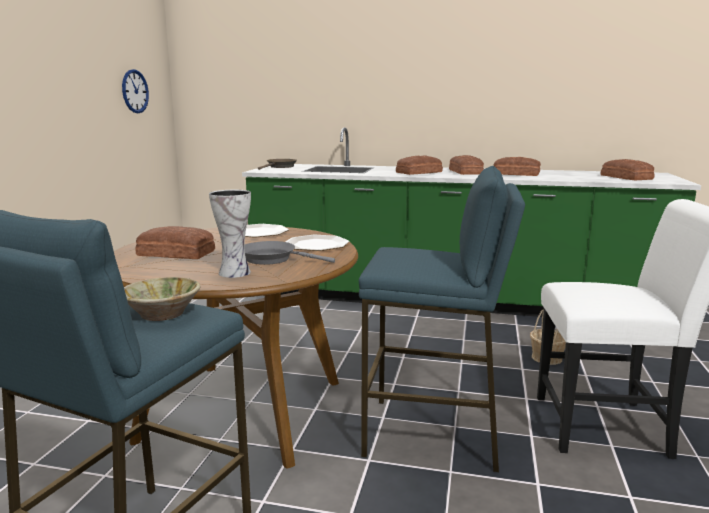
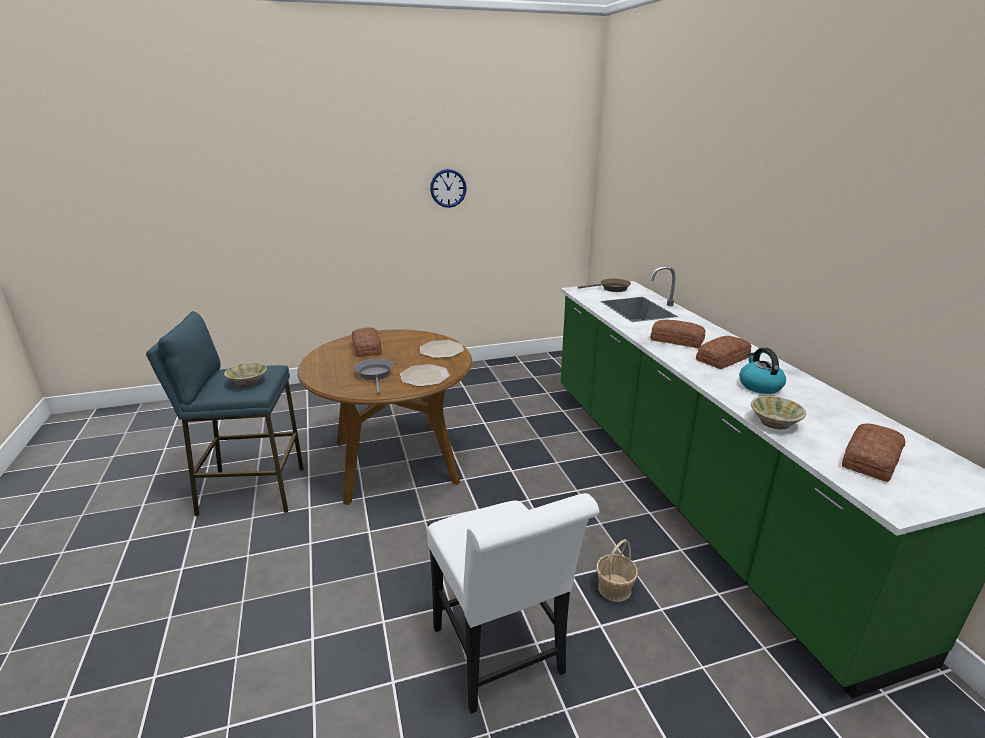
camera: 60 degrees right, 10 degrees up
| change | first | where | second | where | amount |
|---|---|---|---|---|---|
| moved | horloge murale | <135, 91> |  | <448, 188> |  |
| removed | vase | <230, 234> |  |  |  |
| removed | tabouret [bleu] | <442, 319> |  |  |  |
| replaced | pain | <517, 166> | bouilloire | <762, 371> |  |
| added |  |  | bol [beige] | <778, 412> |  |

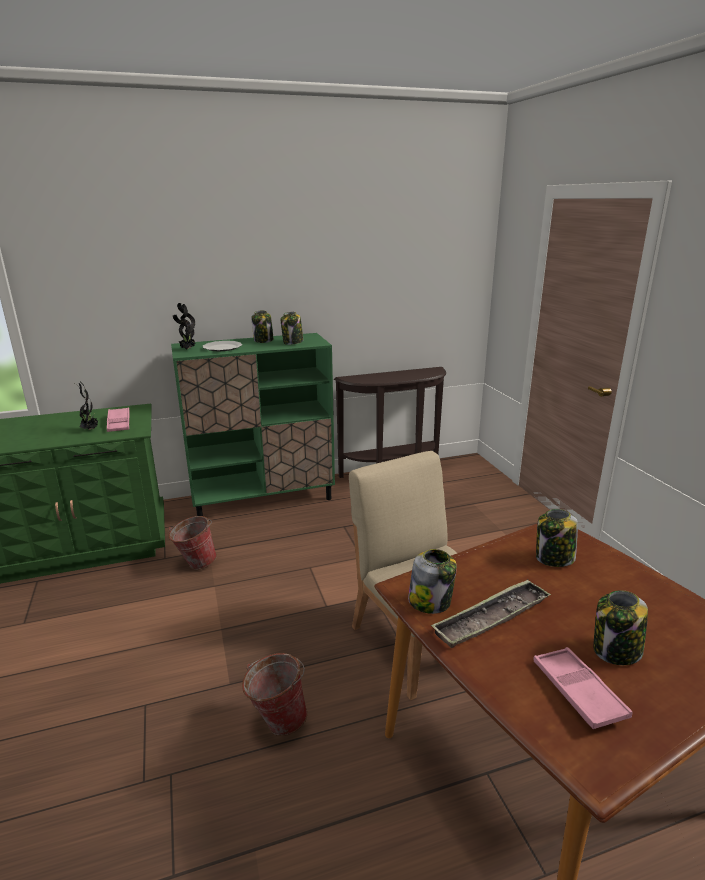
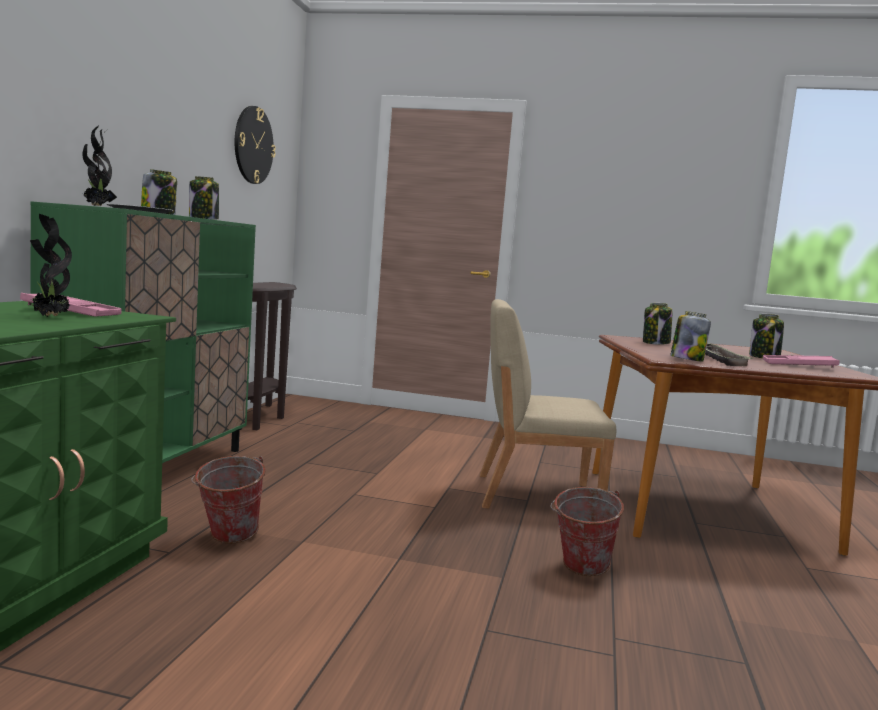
camera: 60 degrees left, 15 degrees down
| change | first | where | second | where | amount |
|---|---|---|---|---|---|
| added |  |  | horloge murale | <255, 145> |  |

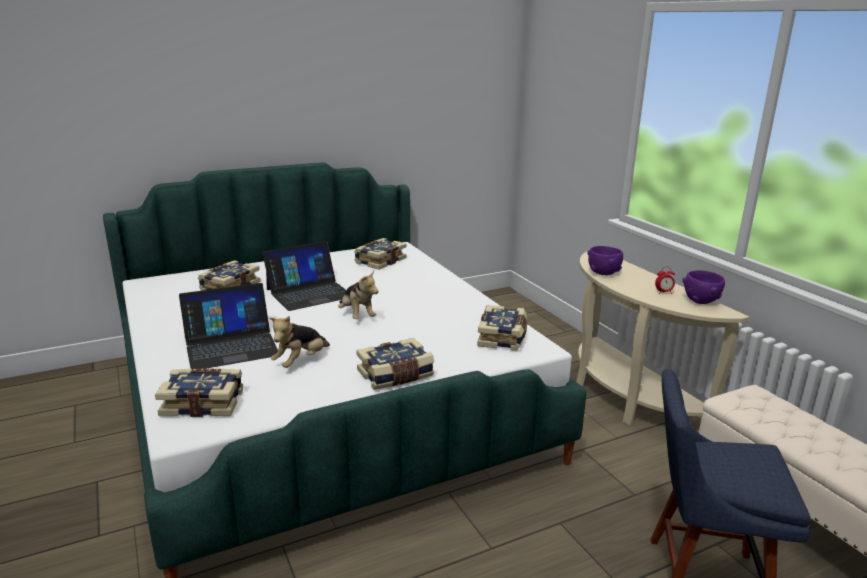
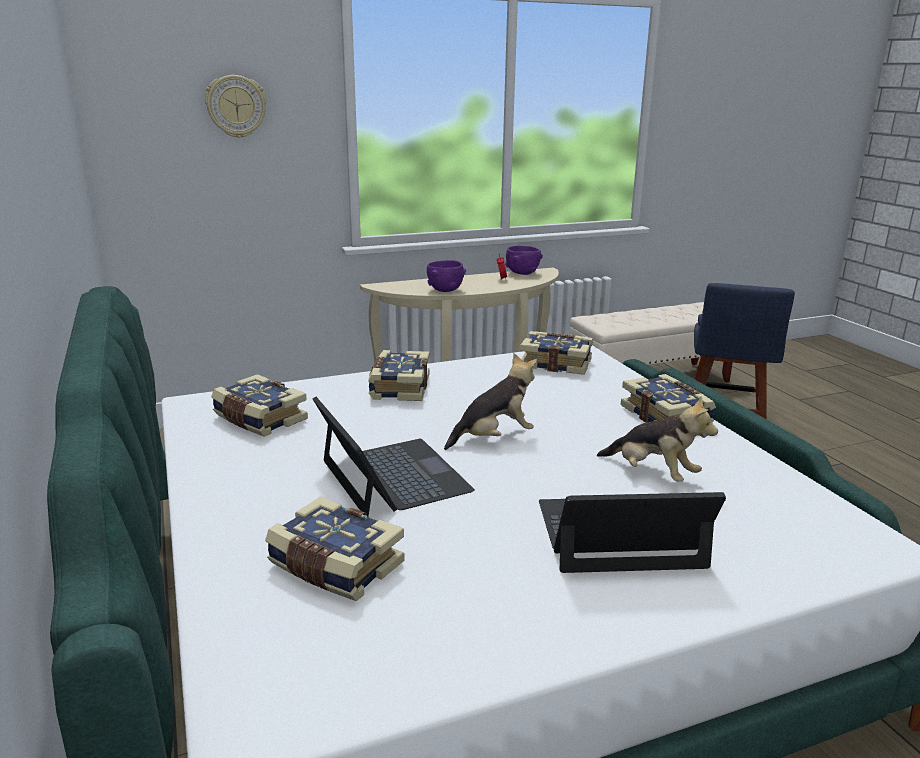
camera: 85 degrees left, 0 degrees up
| change | first | where | second | where | amount |
|---|---|---|---|---|---|
| moved | livre | <199, 392> |  | <399, 375> |  |
| turned | ordinateur portable | <228, 326> |  | <632, 532> | 75 degrees counterclockwise |
| added |  |  | horloge murale | <236, 106> |  |

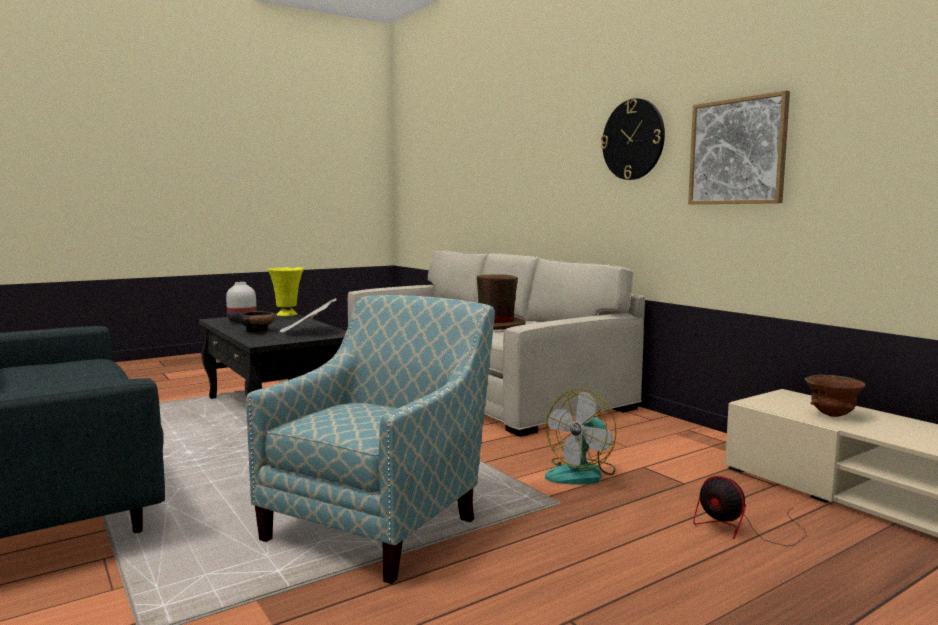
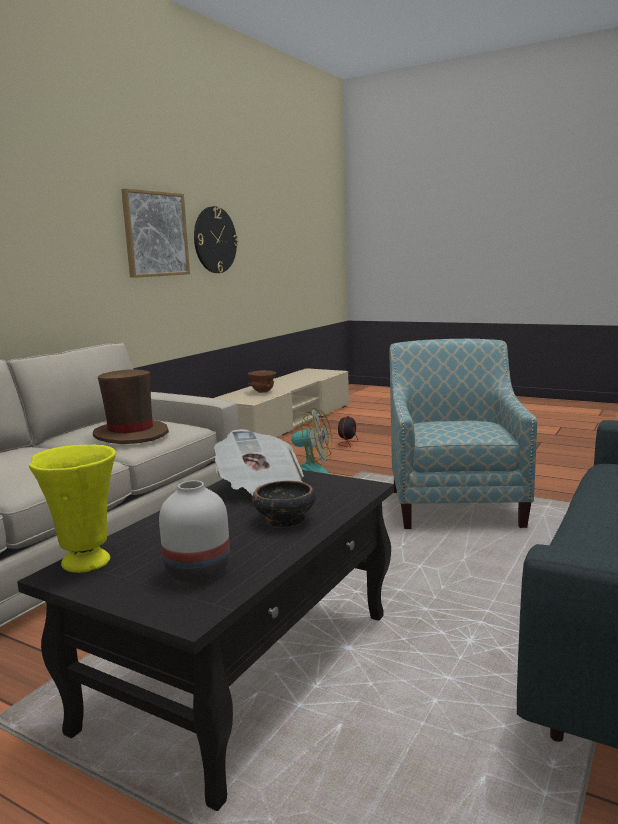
camera: 115 degrees left, 5 degrees up
| change | first | where | second | where | amount |
|---|---|---|---|---|---|
| turned | fauteuil | <370, 439> |  | <463, 434> | 90 degrees clockwise |
| moved | horloge murale | <633, 139> |  | <216, 239> |  |

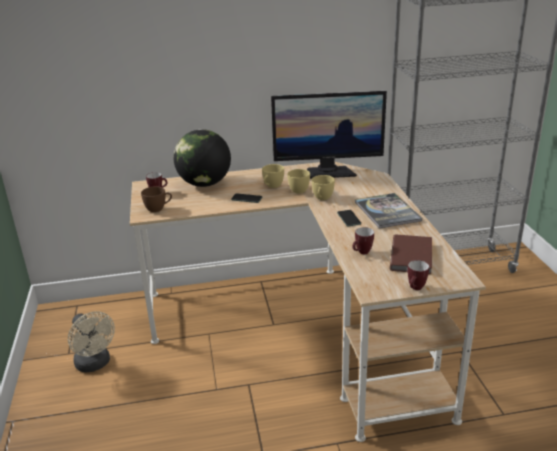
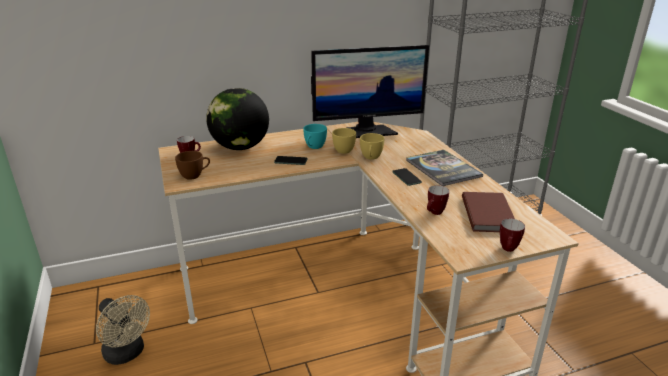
camera: 10 degrees left, 0 degrees up
| change | first | where | second | where | amount |
|---|---|---|---|---|---|
| recoloured | tasse [jaune] | <273, 176> | tasse [turquoise] | <315, 136> |  |

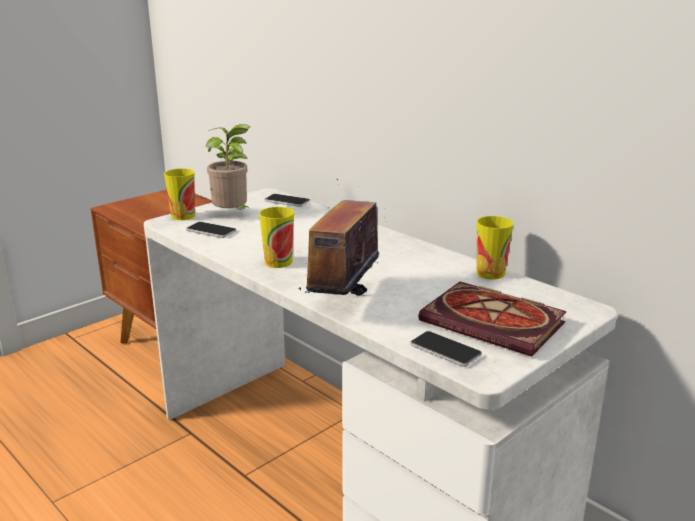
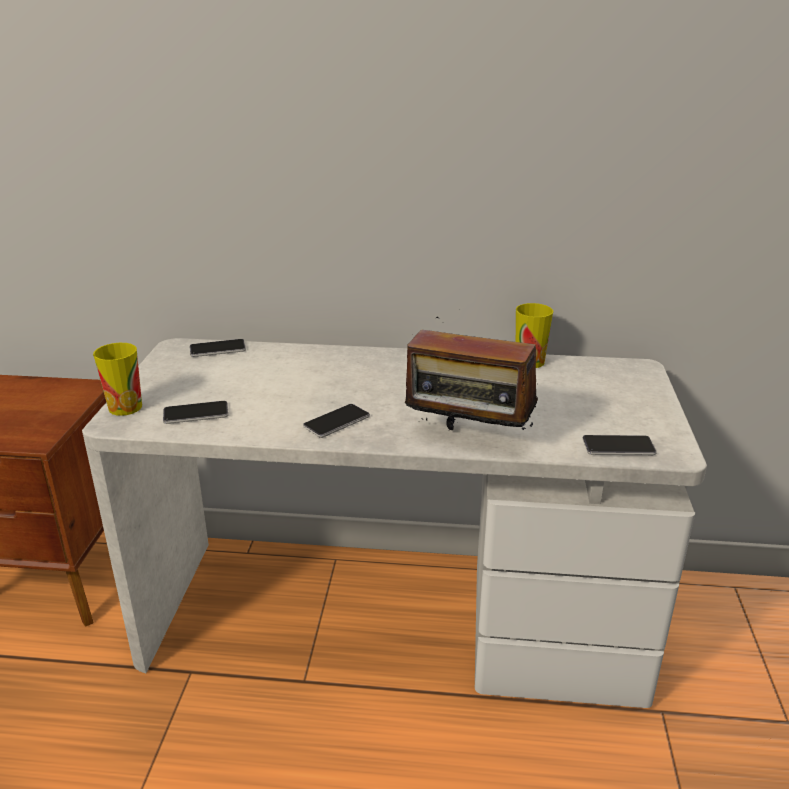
camera: 40 degrees left, 5 degrees up
| change | first | where | second | where | amount |
|---|---|---|---|---|---|
| removed | plante en pot | <228, 167> |  |  |  |
| replaced | tasse | <276, 237> | téléphone | <336, 421> |  |
| turned | radio | <342, 237> |  | <471, 374> | 45 degrees counterclockwise |
| removed | livre | <492, 319> |  |  |  |

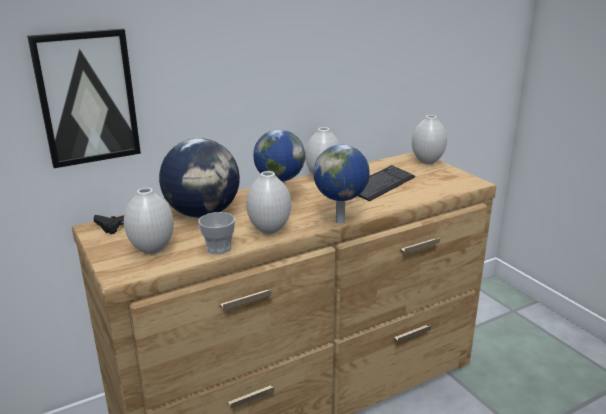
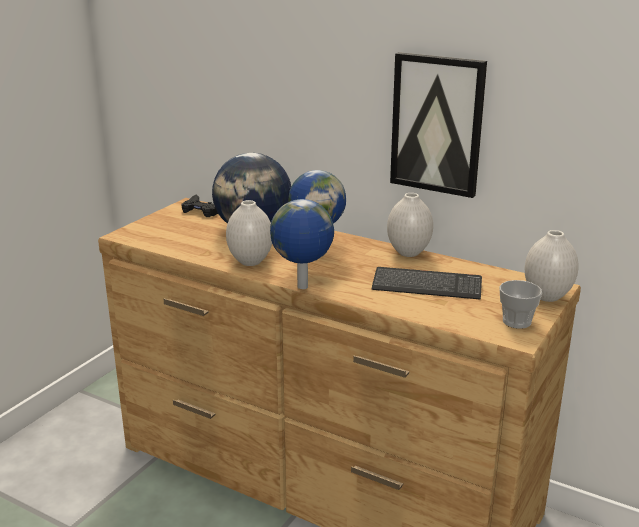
camera: 60 degrees right, 0 degrees up
| change | first | where | second | where | amount |
|---|---|---|---|---|---|
| moved | tableau | <84, 98> |  | <438, 125> |  |
| removed | vase [blanc] | <149, 221> |  |  |  |
| moved | tasse | <216, 233> |  | <520, 304> |  |

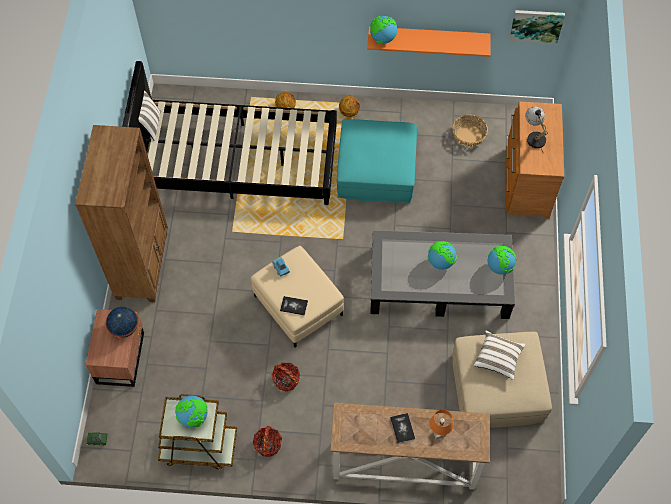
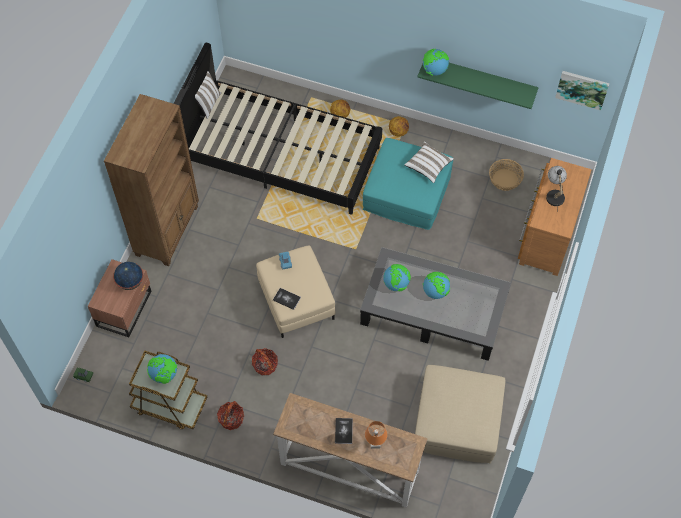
camera: 15 degrees right, 0 degrees up
| change | first | where | second | where | amount |
|---|---|---|---|---|---|
| recoloured | étagère [orange] | <429, 42> | étagère [vert] | <478, 86> |  |
| moved | coussin [blanc] | <499, 355> |  | <429, 162> |  |
| moved | globe | <502, 260> |  | <397, 278> |  |

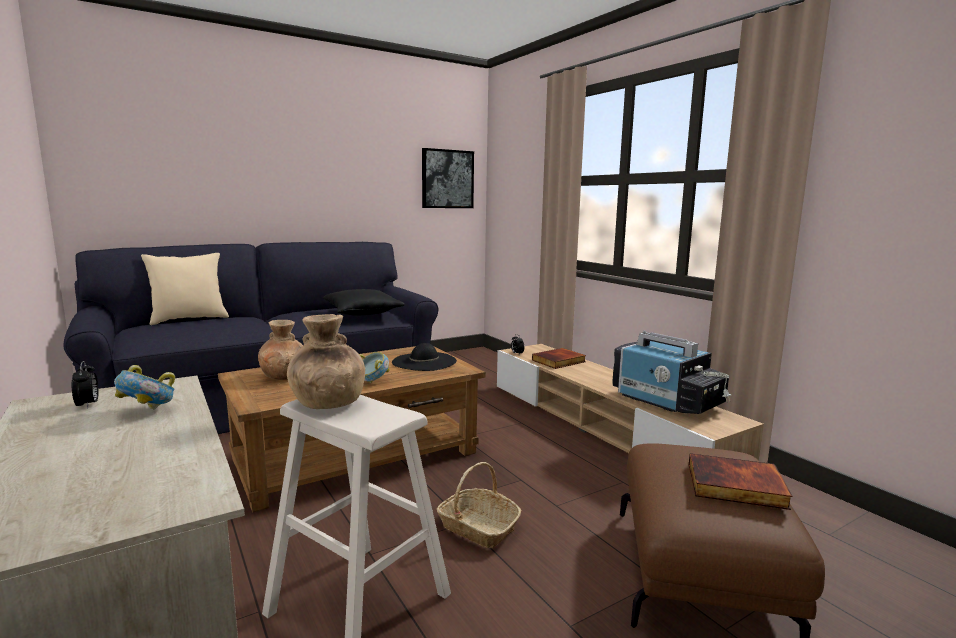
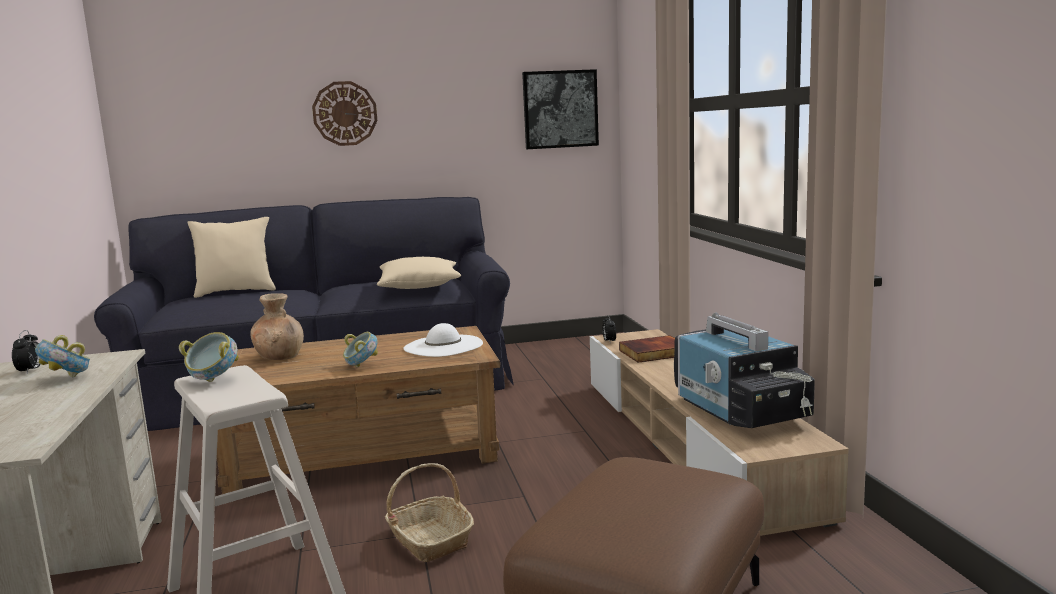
camera: 20 degrees right, 0 degrees up
| change | first | where | second | where | amount |
|---|---|---|---|---|---|
| replaced | vase [marron] | <326, 361> | bol | <209, 357> |  |
| recoloured | coussin [noir] | <364, 302> | coussin [beige] | <419, 273> |  |
| recoloured | chapeau [noir] | <424, 357> | chapeau [blanc] | <443, 340> |  |
| removed | livre | <741, 481> |  |  |  |
| added |  |  | horloge murale | <344, 113> |  |

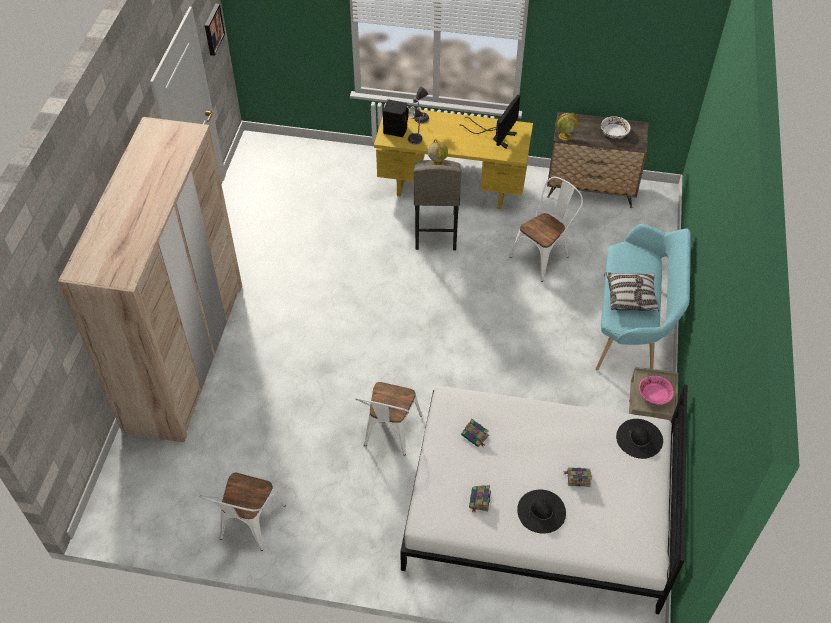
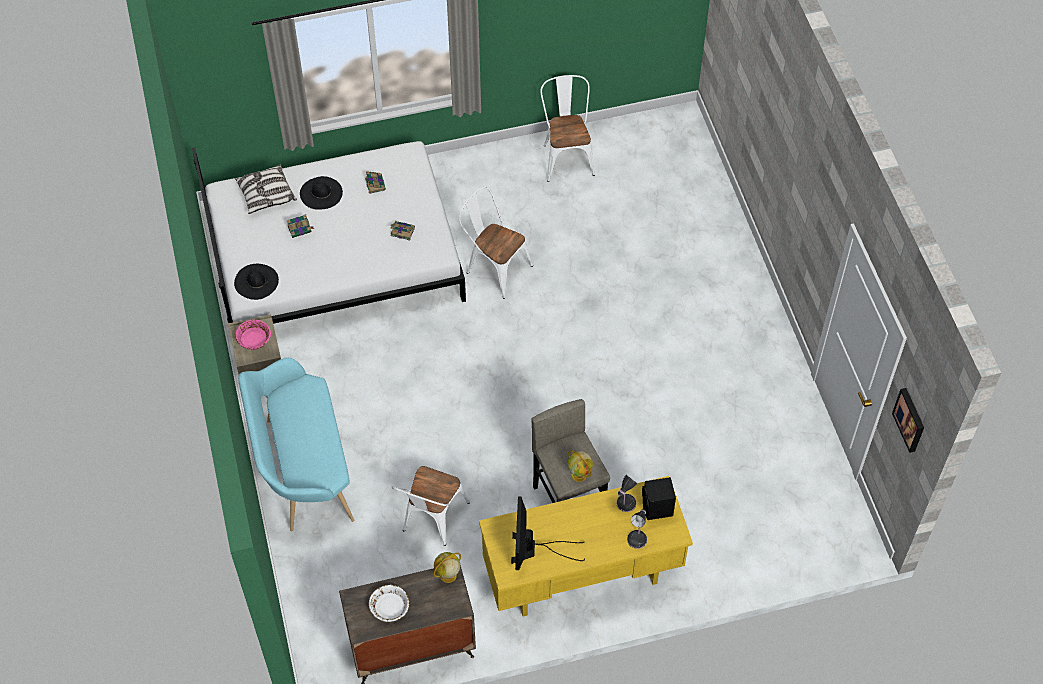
camera: 155 degrees right, 5 degrees up
| change | first | where | second | where | amount |
|---|---|---|---|---|---|
| removed | armoire [beige] | <150, 280> |  |  |  |
| turned | chaise [blanc] | <388, 419> |  | <496, 243> | 45 degrees counterclockwise |
| moved | coussin | <632, 291> |  | <266, 189> |  |

